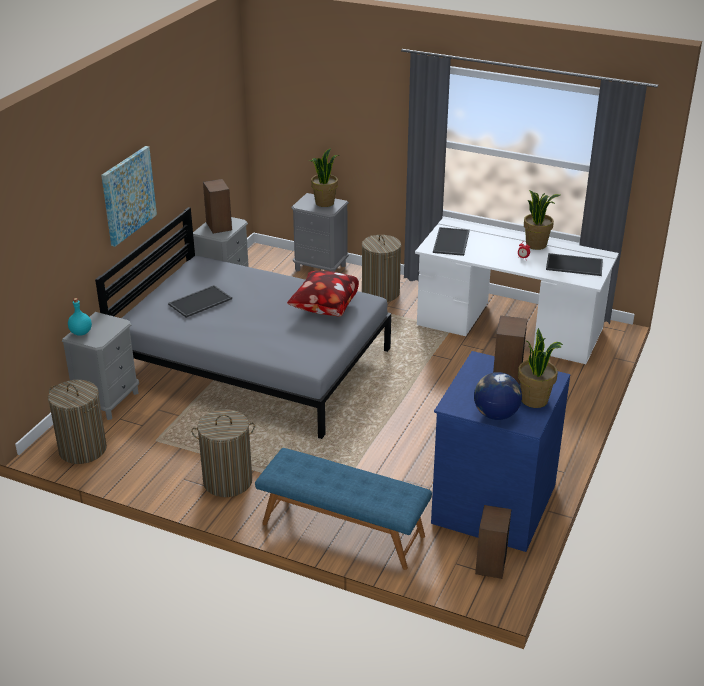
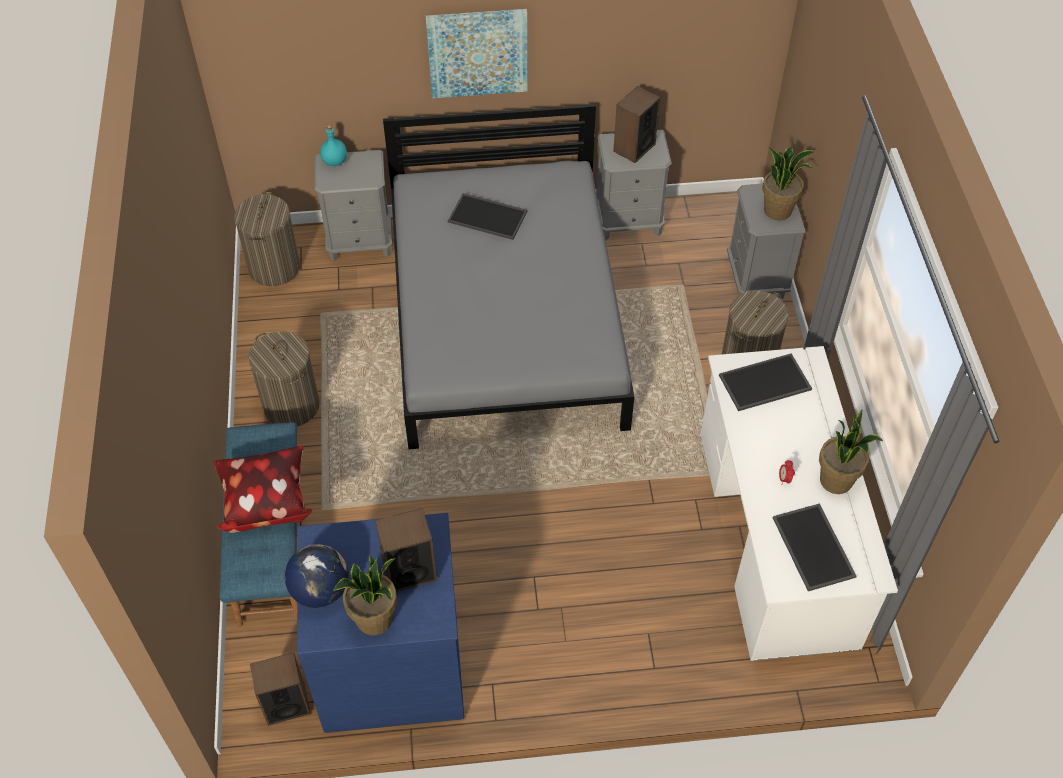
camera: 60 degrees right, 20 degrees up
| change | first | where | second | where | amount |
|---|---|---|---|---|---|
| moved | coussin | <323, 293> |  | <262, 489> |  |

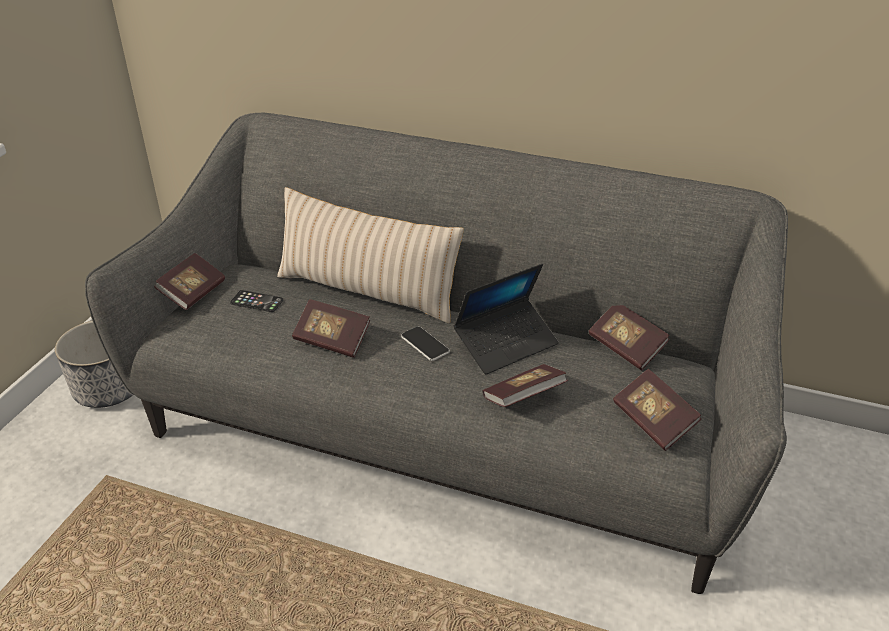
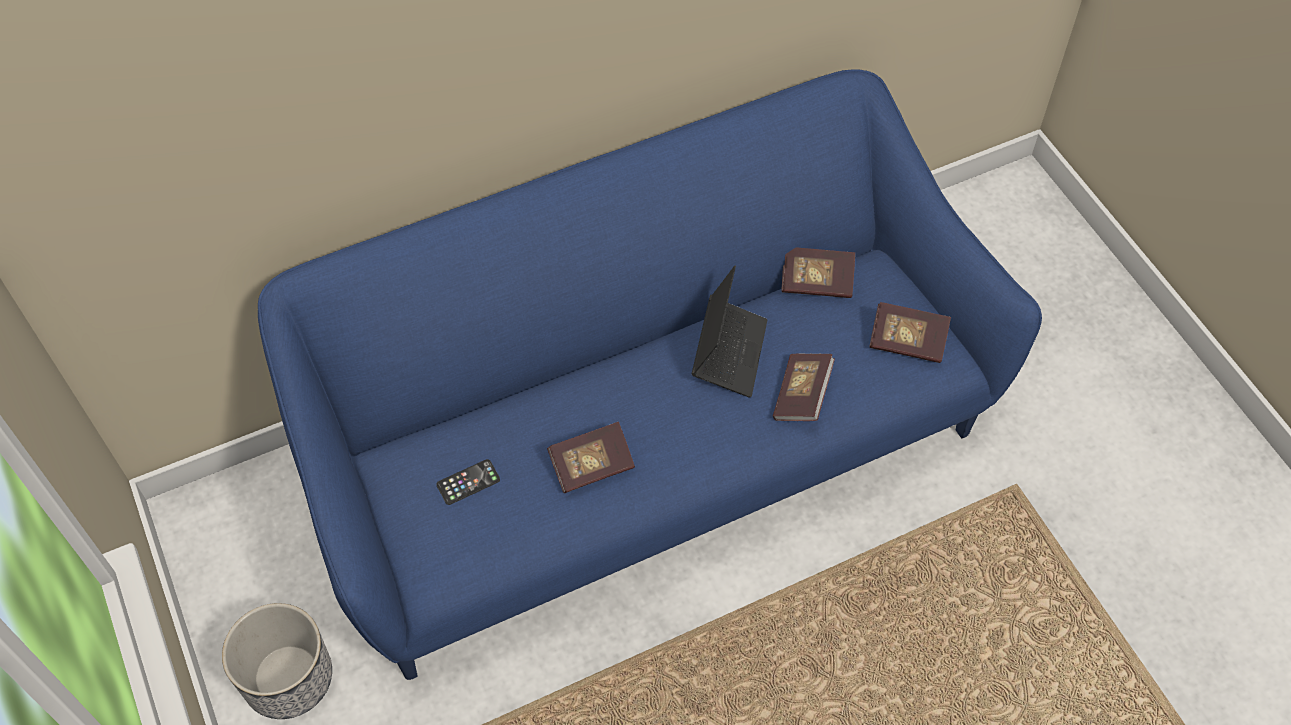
camera: 45 degrees left, 20 degrees up
| change | first | where | second | where | amount |
|---|---|---|---|---|---|
| recoloured | canapé [gris] | <436, 353> | canapé [bleu] | <650, 374> |  |
| removed | livre | <189, 281> |  |  |  |
| removed | coussin [beige] | <370, 255> |  |  |  |
| removed | téléphone | <425, 343> |  |  |  |

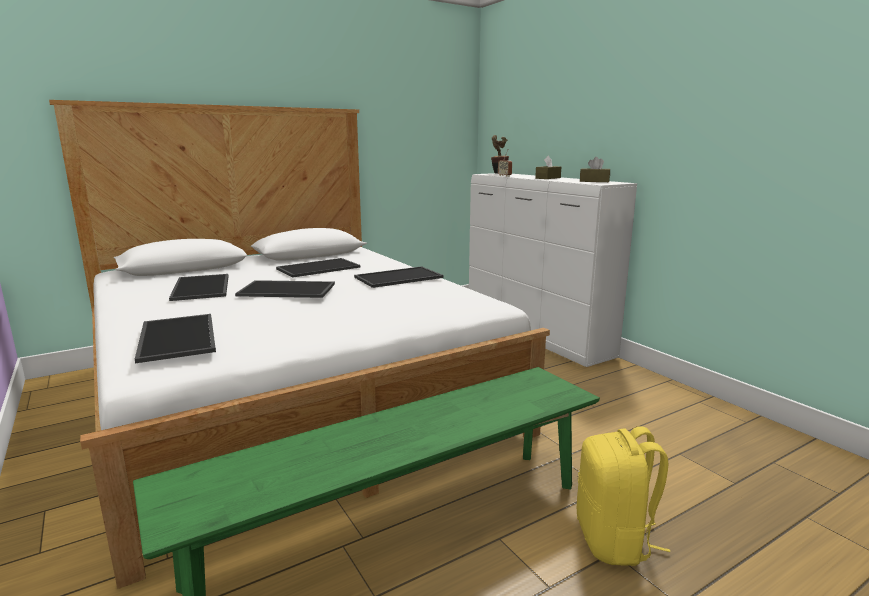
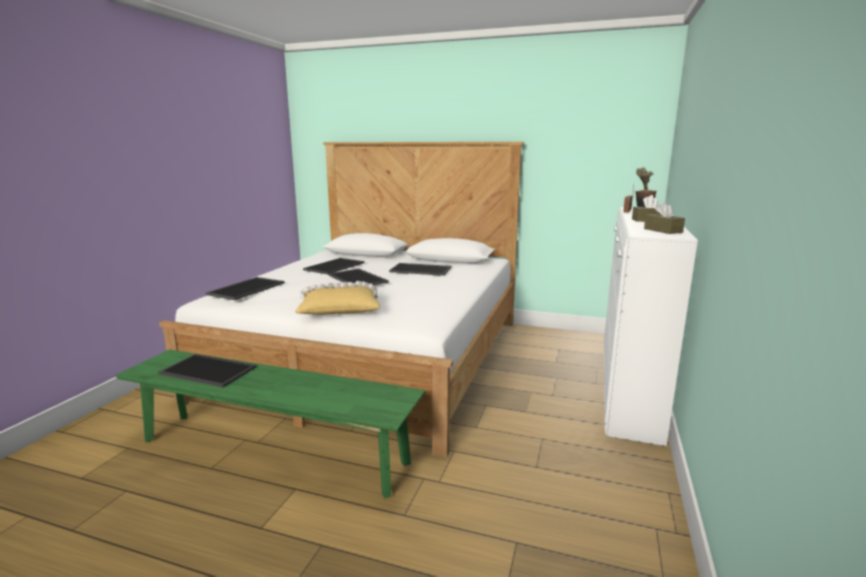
camera: 50 degrees right, 0 degrees up
| change | first | where | second | where | amount |
|---|---|---|---|---|---|
| moved | plateau | <399, 277> |  | <207, 371> |  |
| removed | sac à dos [jaune] | <623, 496> |  |  |  |
| added |  |  | coussin [jaune] | <337, 298> |  |

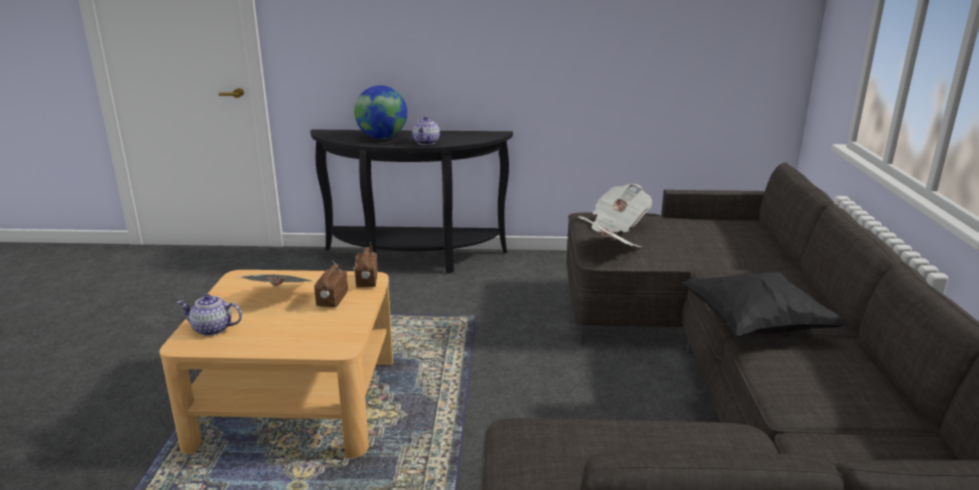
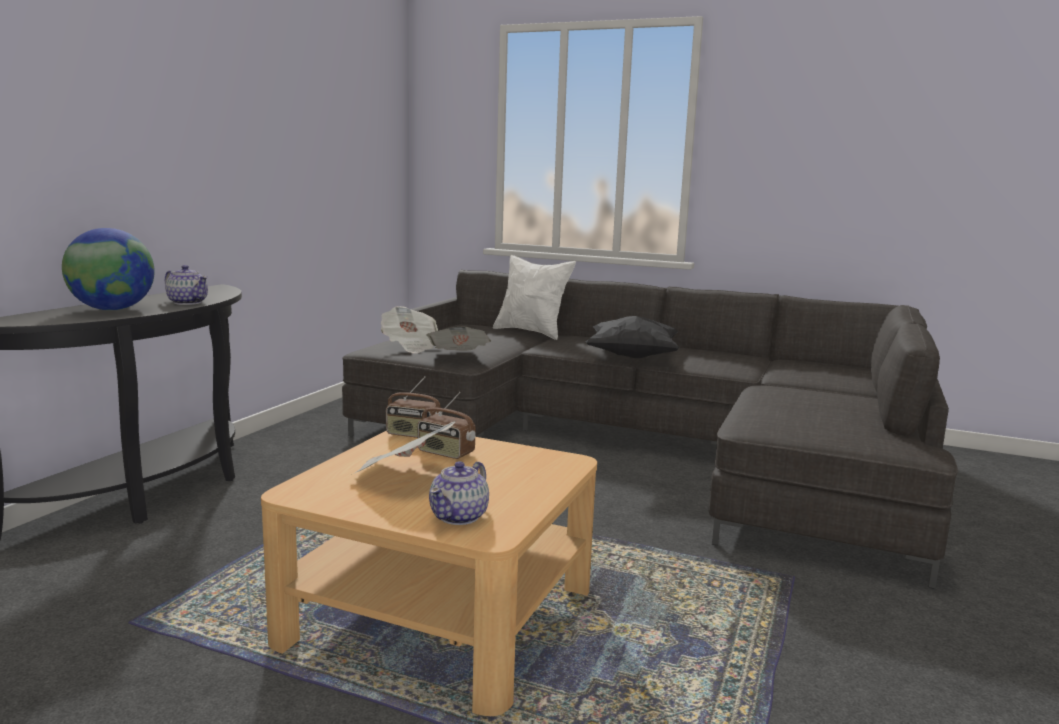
camera: 70 degrees left, 10 degrees down
| change | first | where | second | where | amount |
|---|---|---|---|---|---|
| added |  |  | coussin [blanc] | <534, 297> |  |

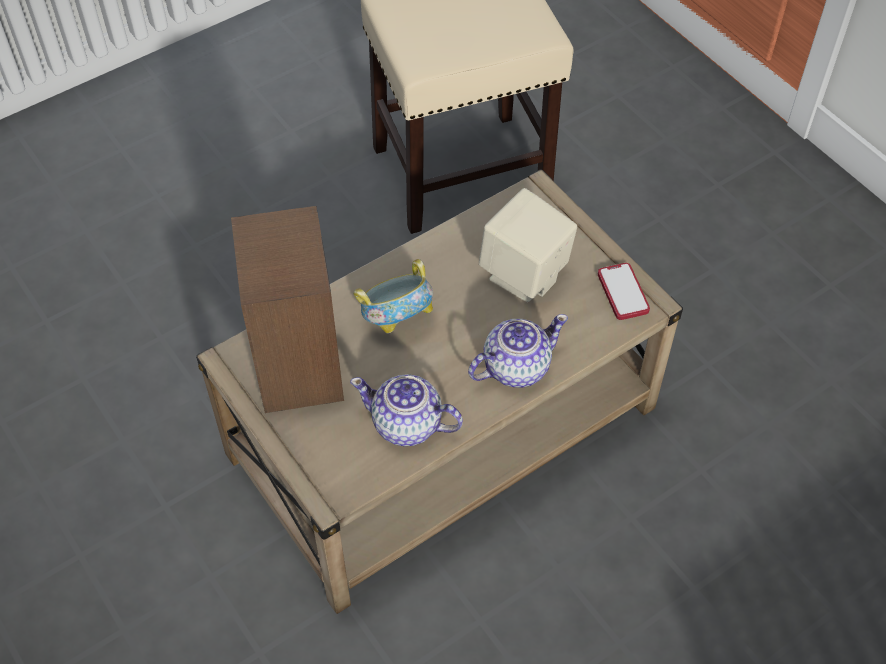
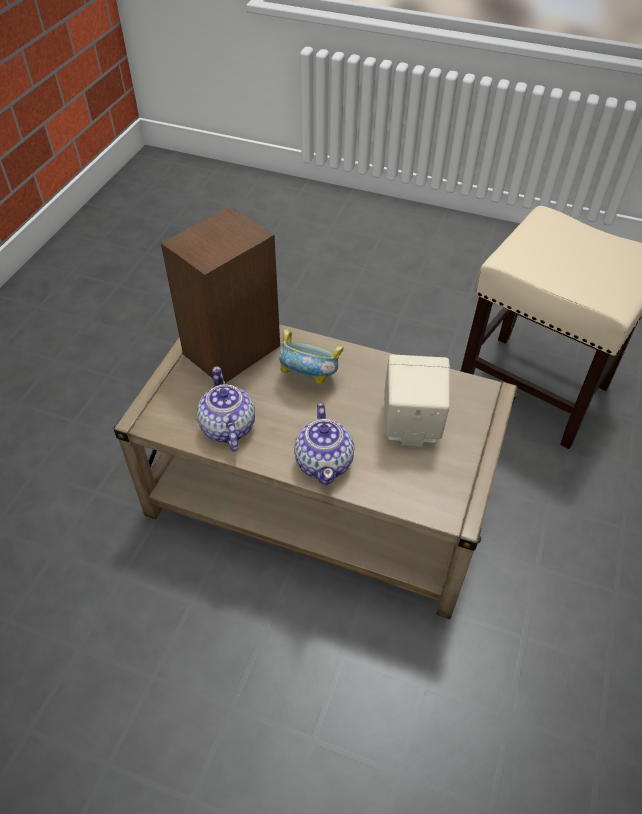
camera: 55 degrees right, 5 degrees down
| change | first | where | second | where | amount |
|---|---|---|---|---|---|
| turned | théière | <518, 351> |  | <324, 444> | 60 degrees clockwise |
| removed | téléphone | <624, 291> |  |  |  |

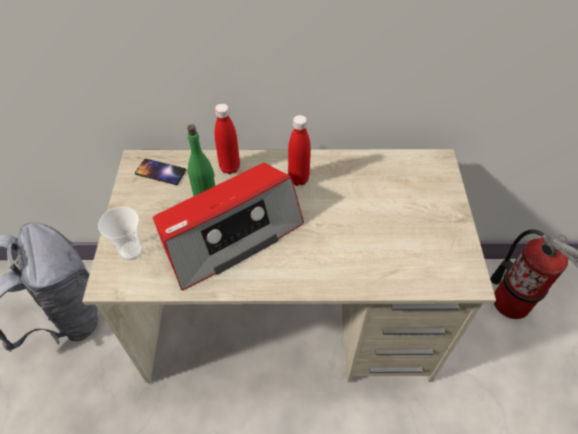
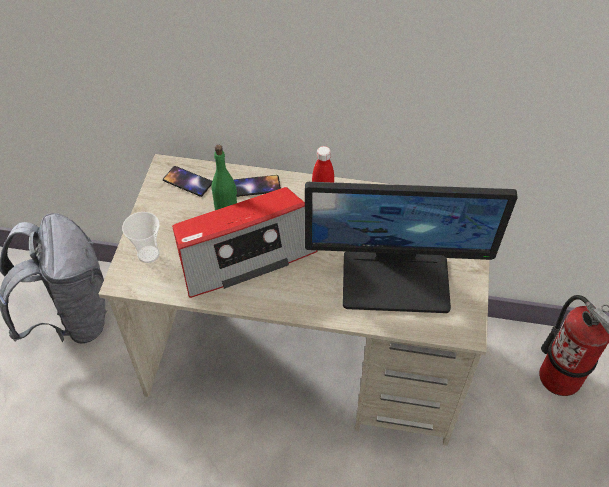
camera: 10 degrees right, 0 degrees up
| change | first | where | second | where | amount |
|---|---|---|---|---|---|
| replaced | bouteille [rouge] | <227, 138> | téléphone | <257, 186> |  |
| added |  |  | écran d'ordinateur | <411, 247> |  |

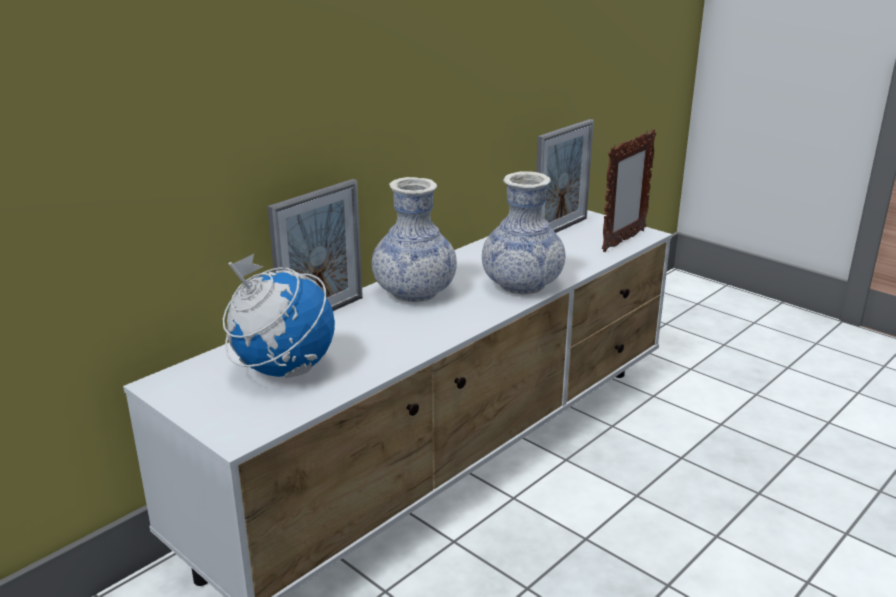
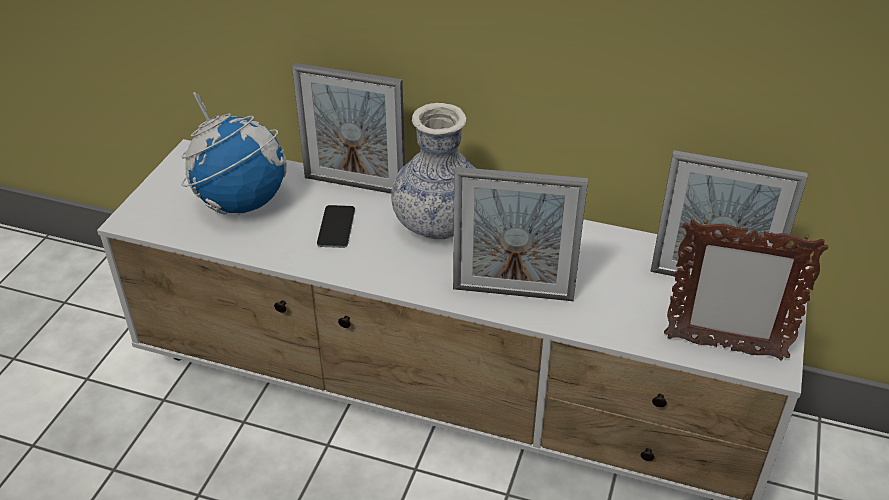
camera: 65 degrees right, 15 degrees up
| change | first | where | second | where | amount |
|---|---|---|---|---|---|
| replaced | vase | <524, 232> | cadre photo | <520, 234> |  |
| added |  |  | téléphone | <336, 226> |  |

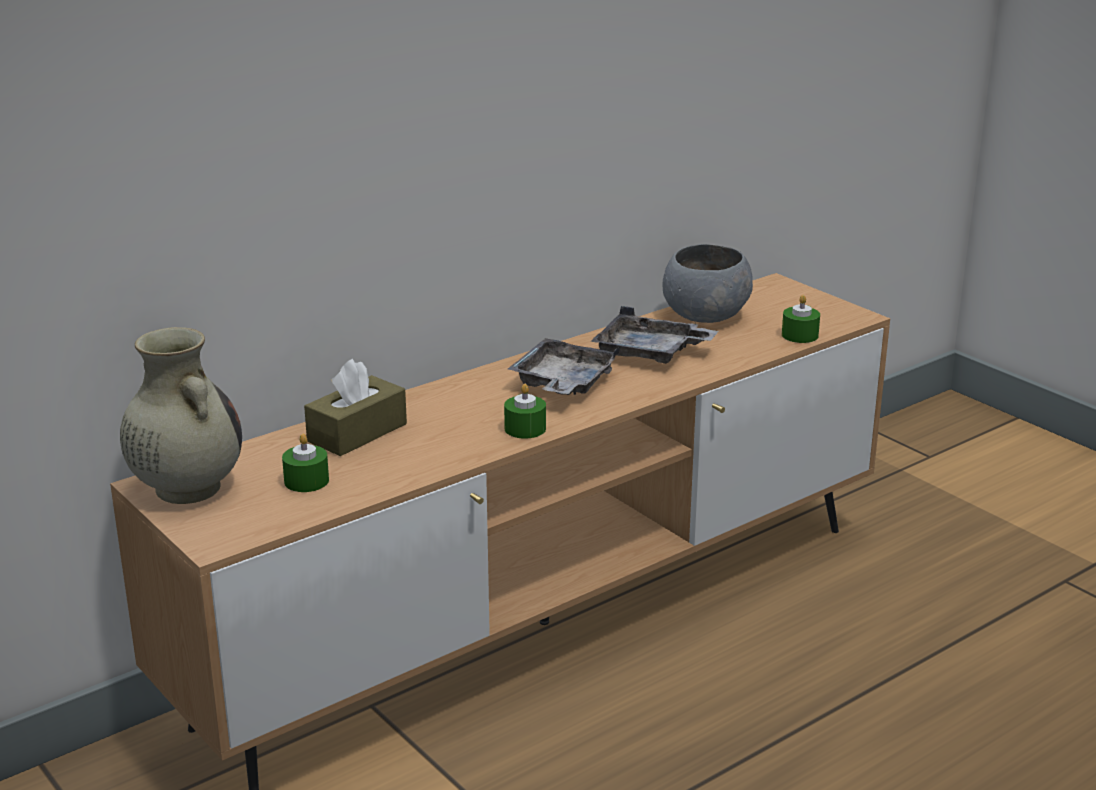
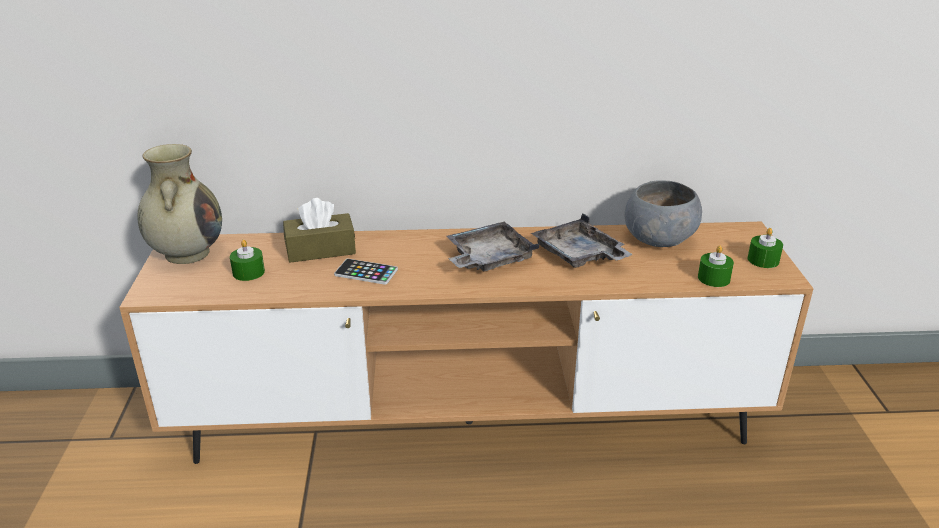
camera: 35 degrees right, 5 degrees up
| change | first | where | second | where | amount |
|---|---|---|---|---|---|
| moved | bougie [vert] | <525, 411> |  | <765, 248> |  |
| added |  |  | téléphone | <366, 272> |  |

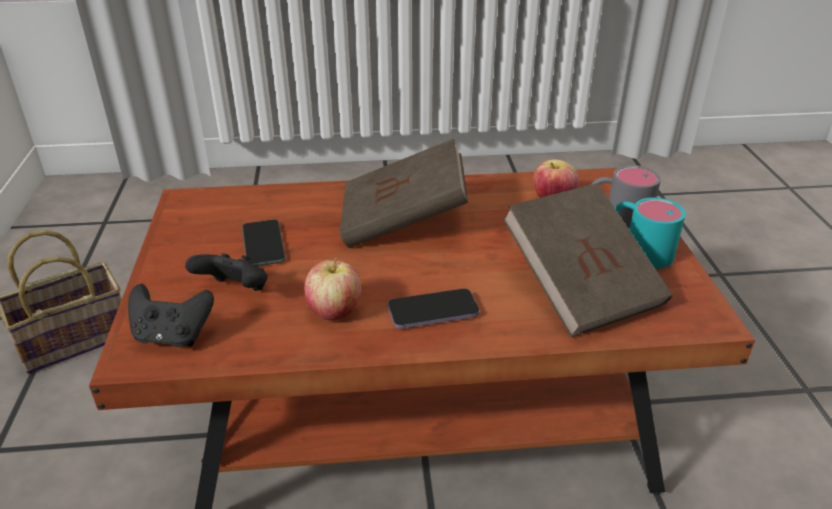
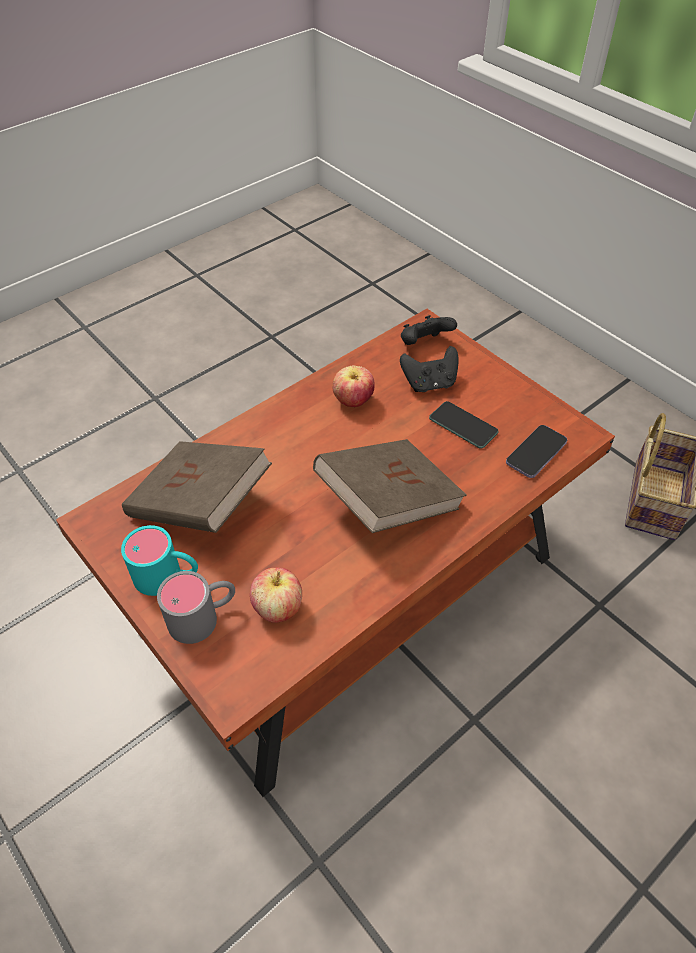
camera: 145 degrees right, 15 degrees up
| change | first | where | second | where | amount |
|---|---|---|---|---|---|
| moved | téléphone | <433, 308> |  | <536, 451> |  |

